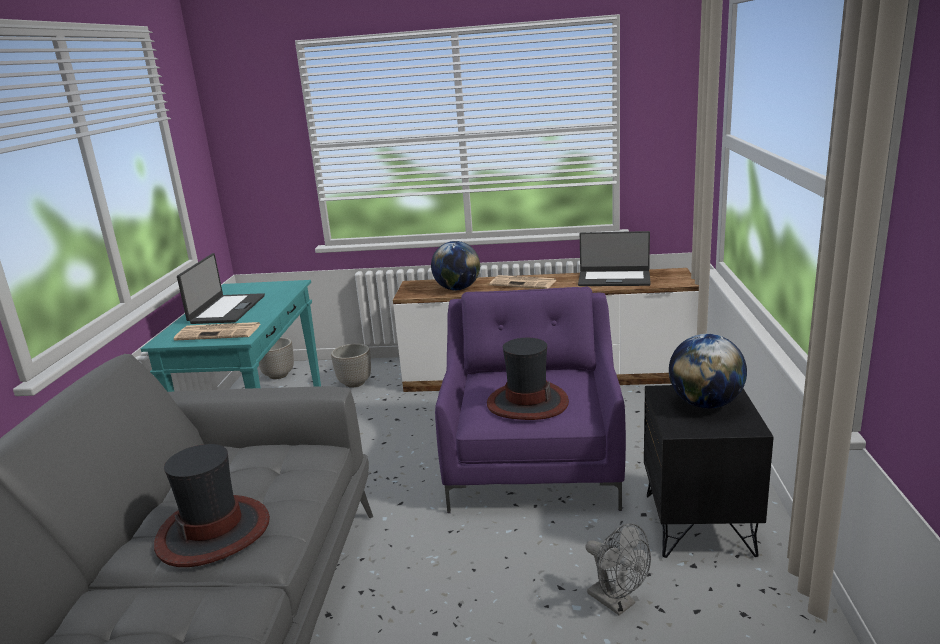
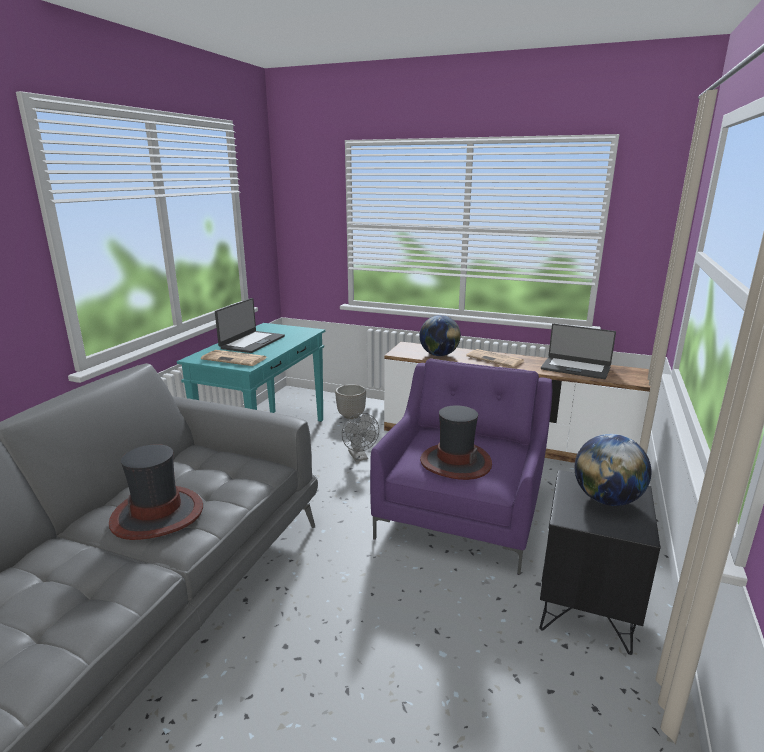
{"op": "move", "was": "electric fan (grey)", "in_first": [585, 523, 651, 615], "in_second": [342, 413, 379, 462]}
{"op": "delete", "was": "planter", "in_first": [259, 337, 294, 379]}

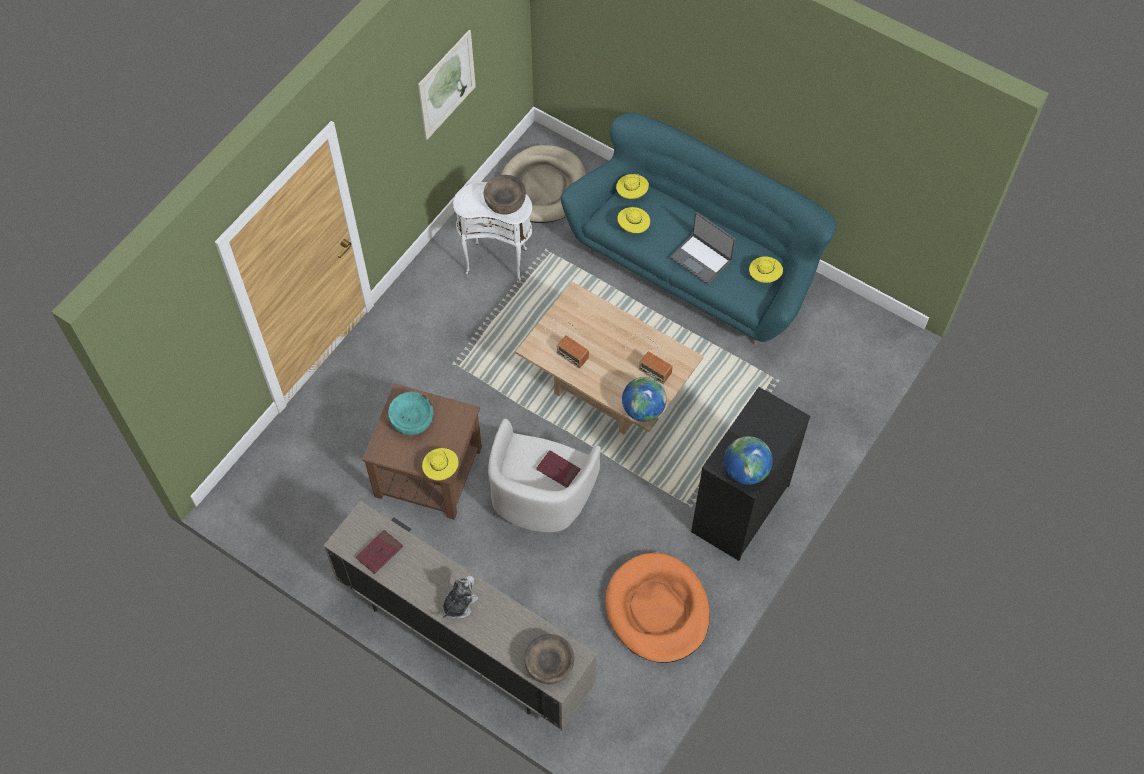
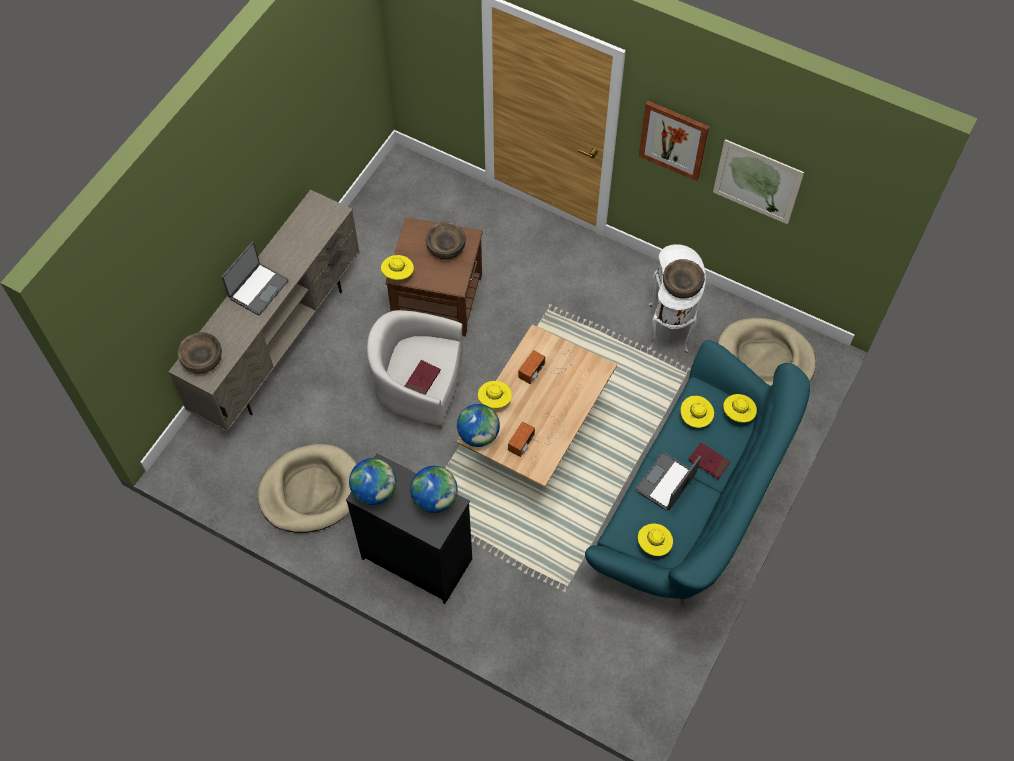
{"op": "replace", "was": "soft toy", "now": "portable computer", "in_first": [442, 575, 478, 619], "in_second": [222, 242, 289, 315]}
{"op": "recolor", "was": "dog cushion (orangey)", "now": "dog cushion (sand-coloured)", "in_first": [606, 553, 710, 663], "in_second": [258, 444, 357, 533]}
{"op": "insert", "now": "world globe", "in_second": [410, 466, 458, 513]}
{"op": "recolor", "was": "bowl (turquoise-coloured)", "now": "bowl (brown)", "in_first": [388, 392, 433, 435], "in_second": [426, 222, 466, 260]}
{"op": "insert", "now": "wearable hat (yellow)", "in_second": [478, 381, 512, 409]}
{"op": "insert", "now": "picture", "in_second": [639, 101, 710, 181]}
{"op": "move", "was": "book (red)", "in_first": [356, 530, 403, 574], "in_second": [688, 442, 731, 479]}

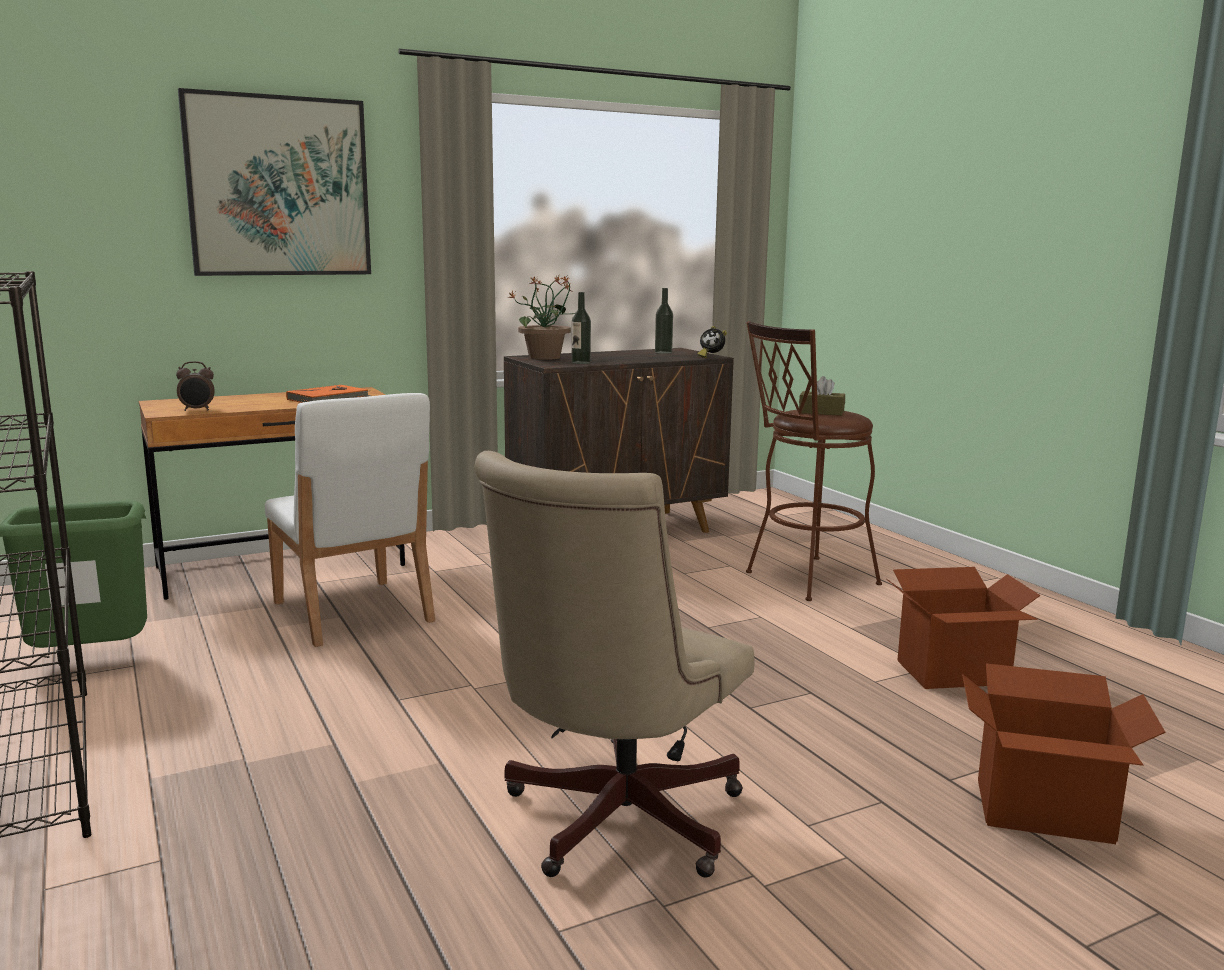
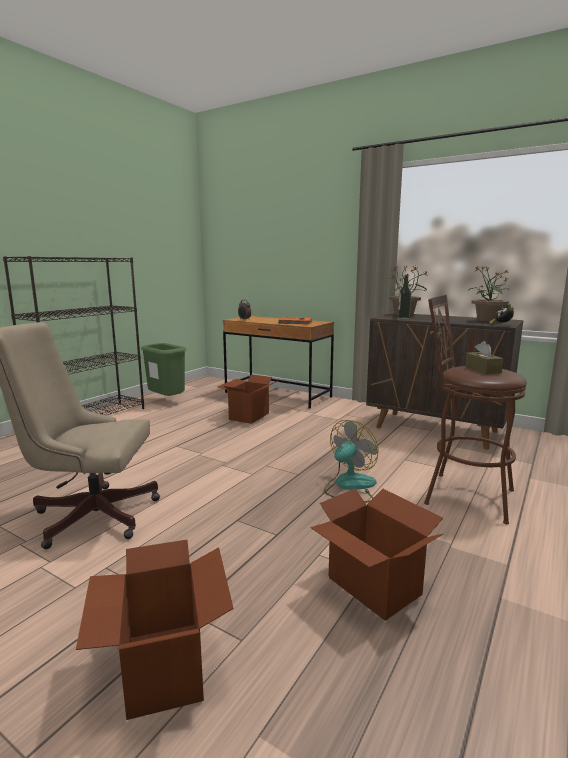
{"op": "replace", "was": "plain chair (whitish)", "now": "packing box", "in_first": [265, 393, 435, 647], "in_second": [217, 375, 278, 424]}
{"op": "insert", "now": "electric fan", "in_second": [324, 420, 378, 503]}
{"op": "replace", "was": "beverage bottle", "now": "houseplant", "in_first": [655, 288, 673, 354], "in_second": [469, 265, 509, 322]}
{"op": "delete", "was": "picture", "in_first": [178, 88, 371, 276]}

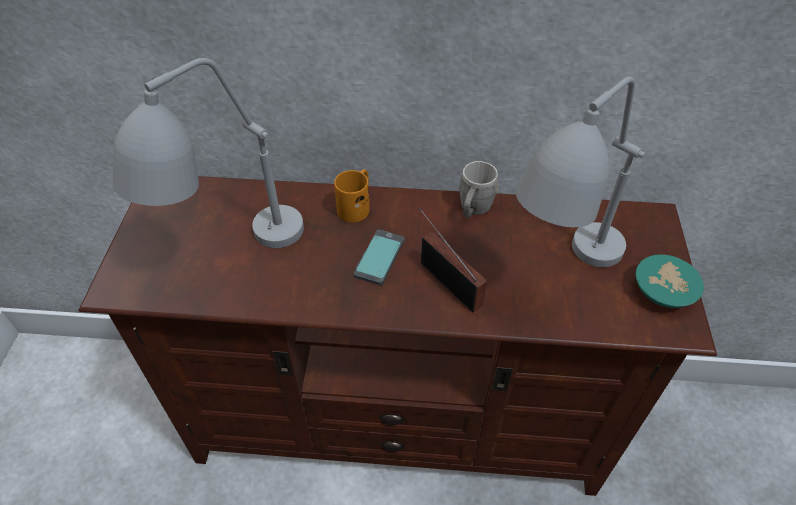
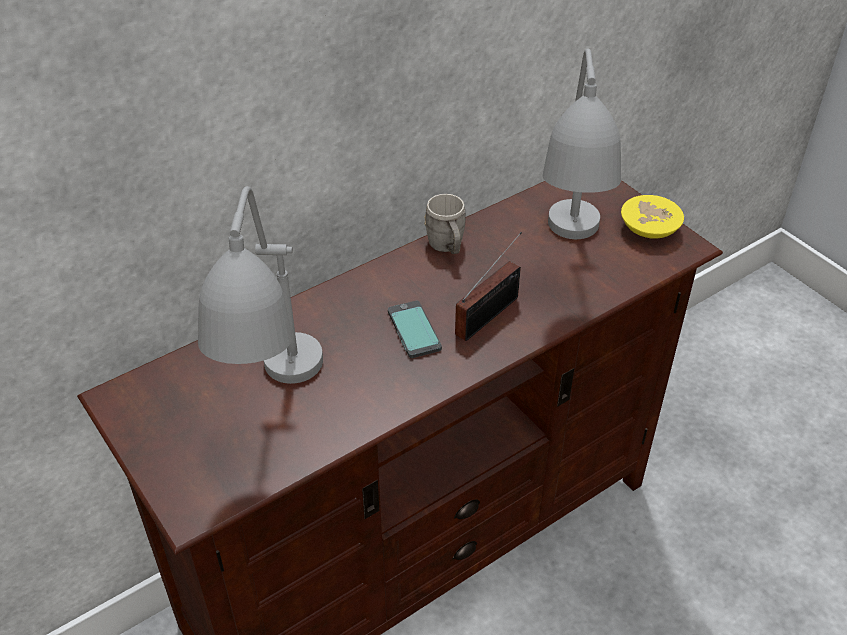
{"op": "rotate", "was": "radio", "in_first": [419, 208, 487, 312], "in_second": [455, 232, 522, 341], "clockwise": 120}
{"op": "recolor", "was": "bowl (turquoise-coloured)", "now": "bowl (yellow)", "in_first": [636, 254, 704, 308], "in_second": [621, 195, 684, 239]}
{"op": "delete", "was": "mug (orangey)", "in_first": [334, 169, 370, 223]}

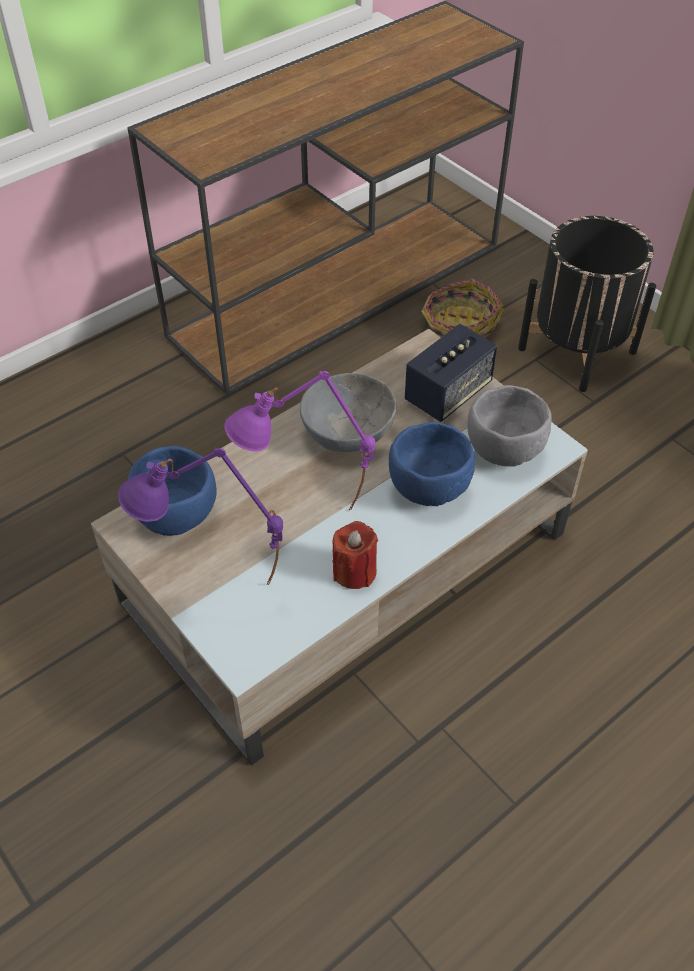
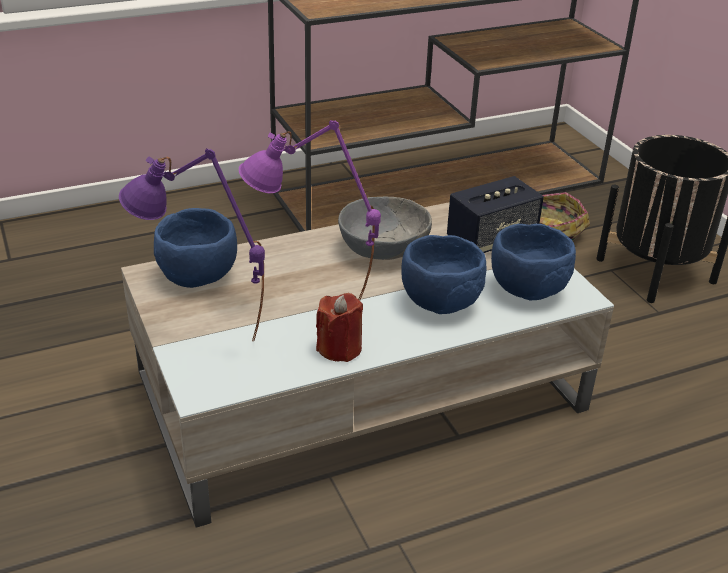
{"op": "recolor", "was": "bowl (grey)", "now": "bowl (bluish)", "in_first": [467, 385, 552, 467], "in_second": [491, 224, 576, 301]}

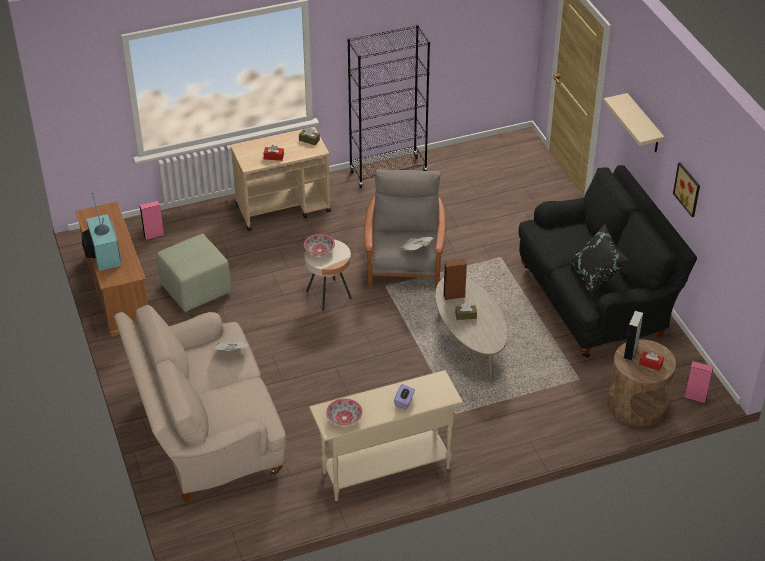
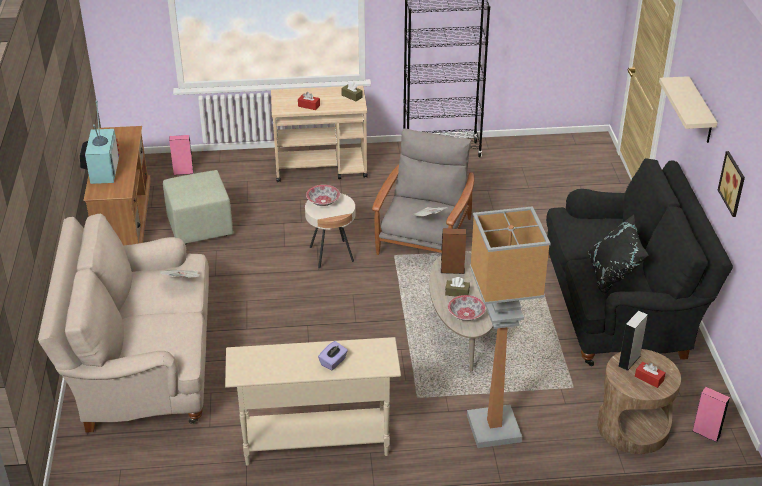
{"op": "move", "was": "bowl", "in_first": [326, 398, 363, 426], "in_second": [448, 295, 486, 321]}
{"op": "insert", "now": "floor lamp", "in_second": [467, 206, 551, 448]}

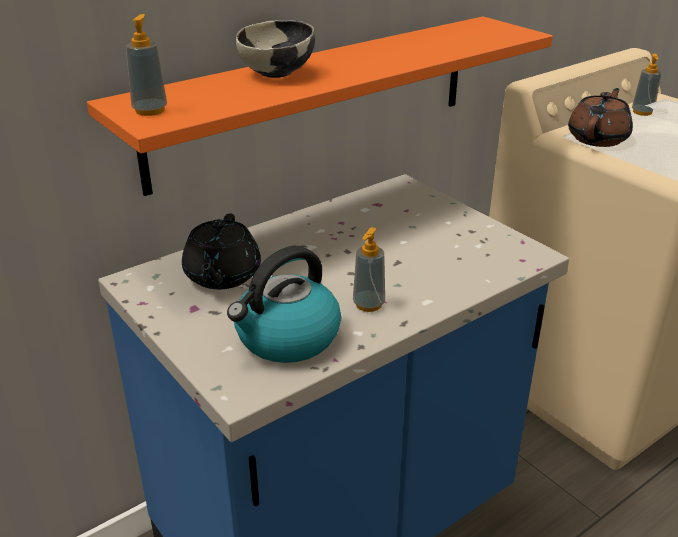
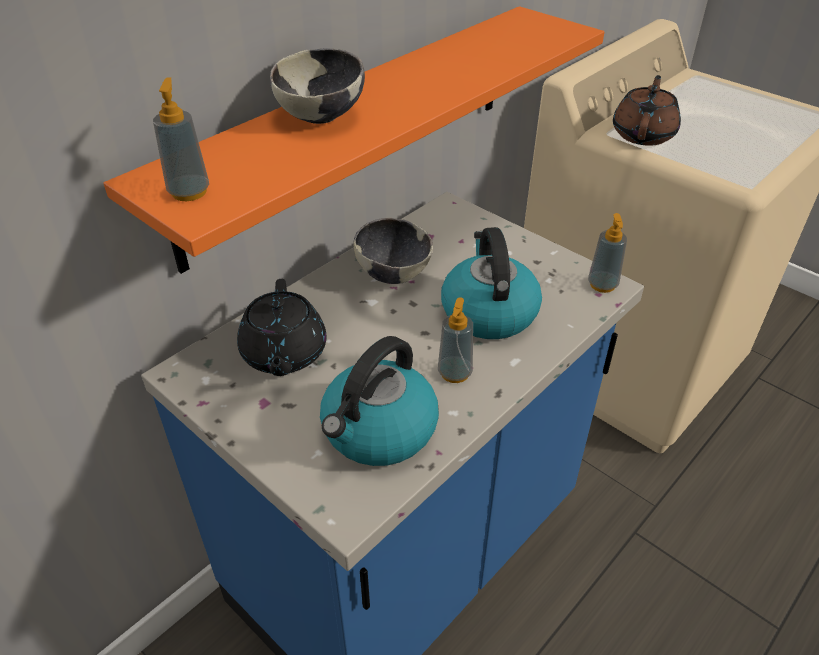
{"op": "insert", "now": "bowl", "in_second": [353, 218, 433, 284]}
{"op": "insert", "now": "tea kettle", "in_second": [441, 227, 542, 339]}
{"op": "move", "was": "liquid soap bottle", "in_first": [632, 54, 661, 116], "in_second": [588, 213, 627, 293]}

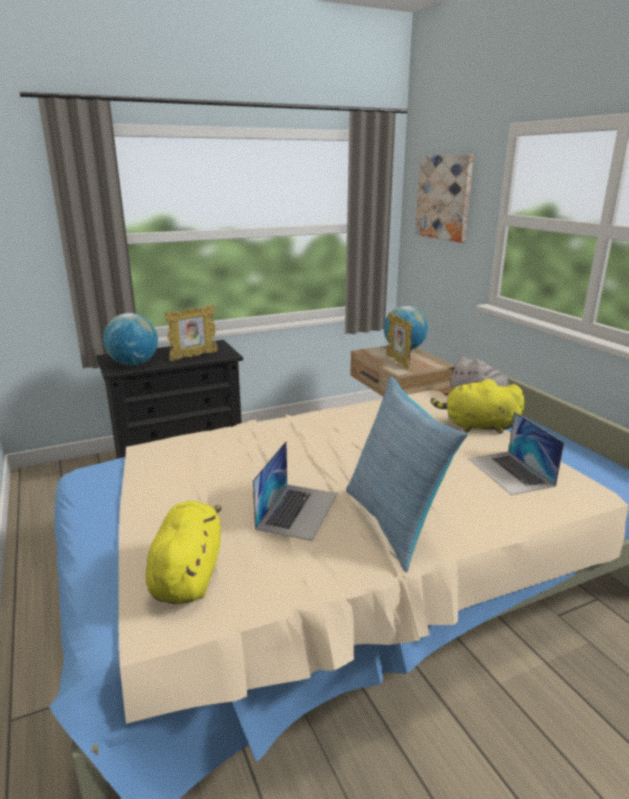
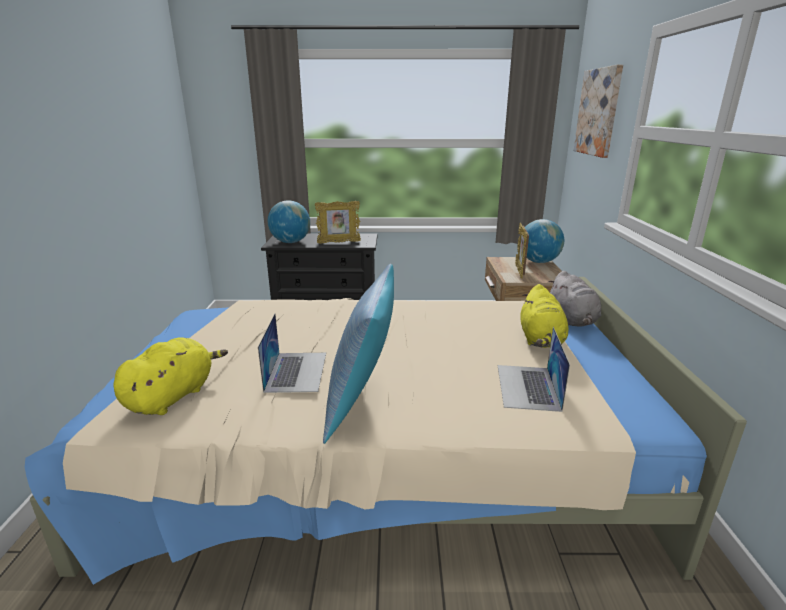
{"op": "rotate", "was": "portable computer", "in_first": [253, 441, 337, 541], "in_second": [258, 313, 326, 393], "clockwise": -45}
{"op": "rotate", "was": "soft toy (yellow)", "in_first": [431, 379, 525, 434], "in_second": [520, 284, 569, 348], "clockwise": -120}

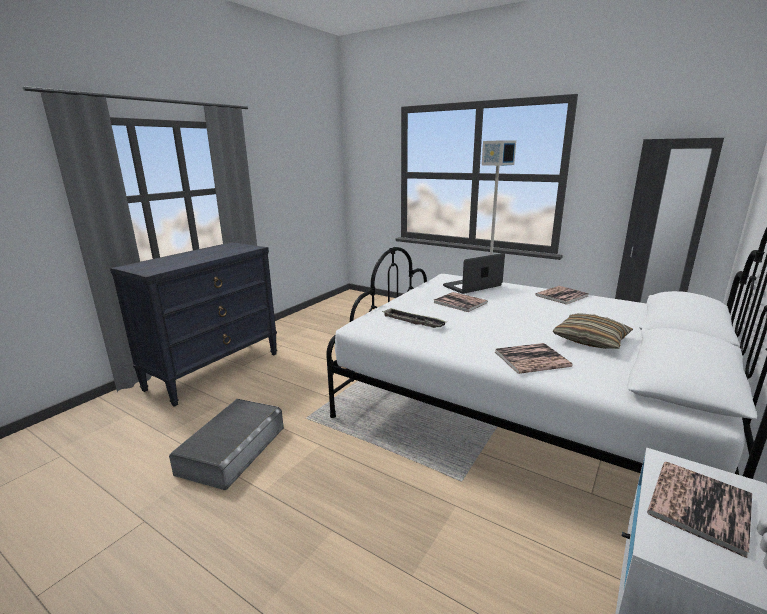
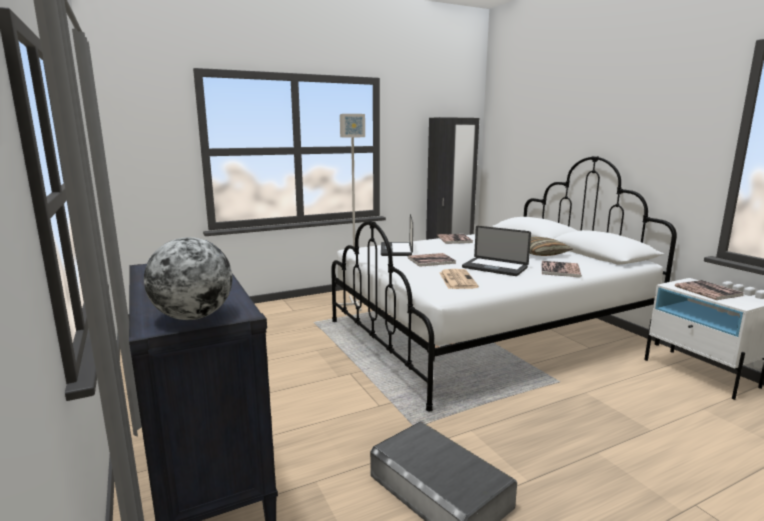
{"op": "insert", "now": "world globe", "in_second": [144, 237, 232, 320]}
{"op": "replace", "was": "carrying tray", "now": "printed paper", "in_first": [382, 308, 447, 328], "in_second": [439, 269, 479, 289]}
{"op": "insert", "now": "portable computer", "in_second": [462, 226, 531, 276]}

